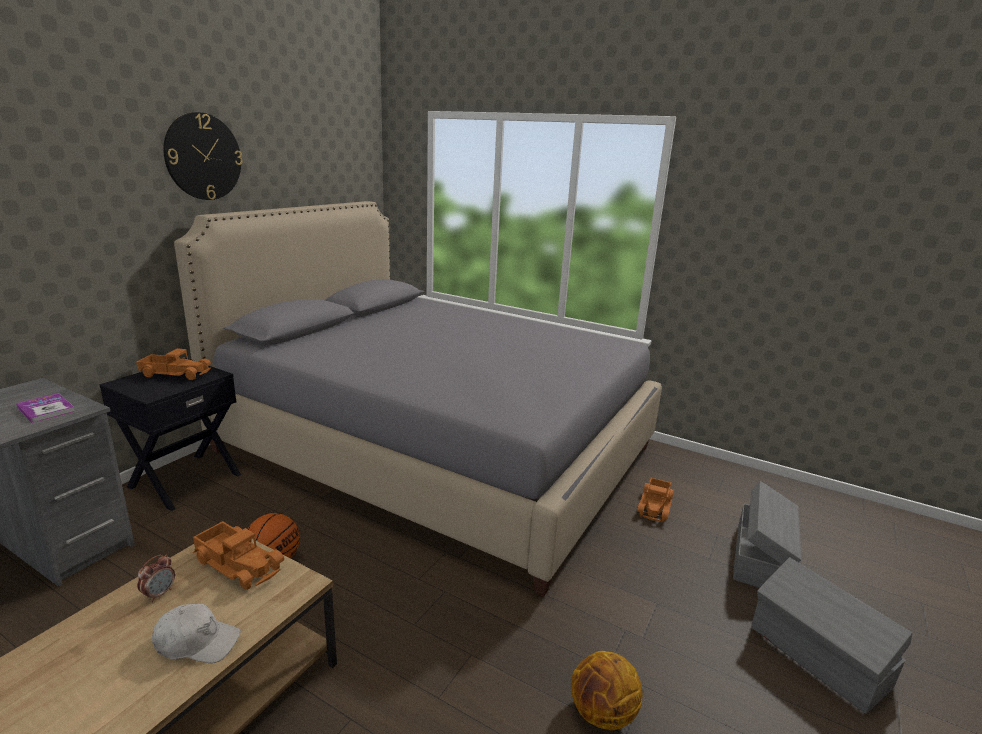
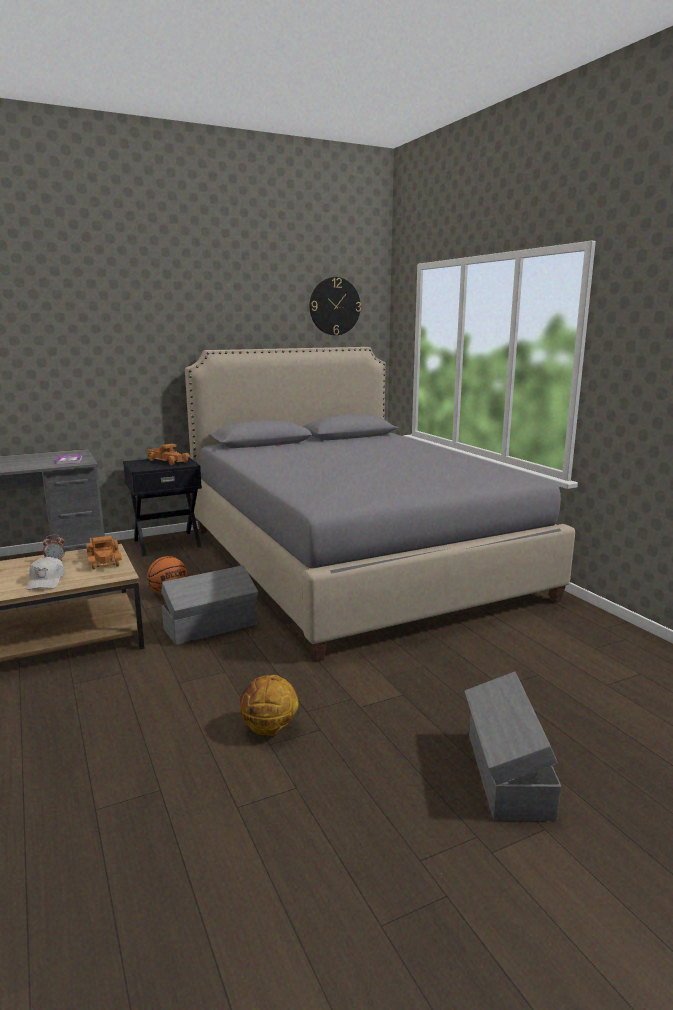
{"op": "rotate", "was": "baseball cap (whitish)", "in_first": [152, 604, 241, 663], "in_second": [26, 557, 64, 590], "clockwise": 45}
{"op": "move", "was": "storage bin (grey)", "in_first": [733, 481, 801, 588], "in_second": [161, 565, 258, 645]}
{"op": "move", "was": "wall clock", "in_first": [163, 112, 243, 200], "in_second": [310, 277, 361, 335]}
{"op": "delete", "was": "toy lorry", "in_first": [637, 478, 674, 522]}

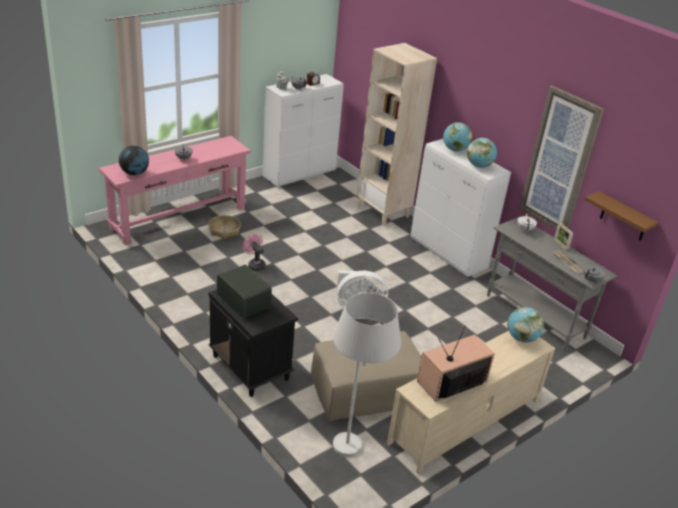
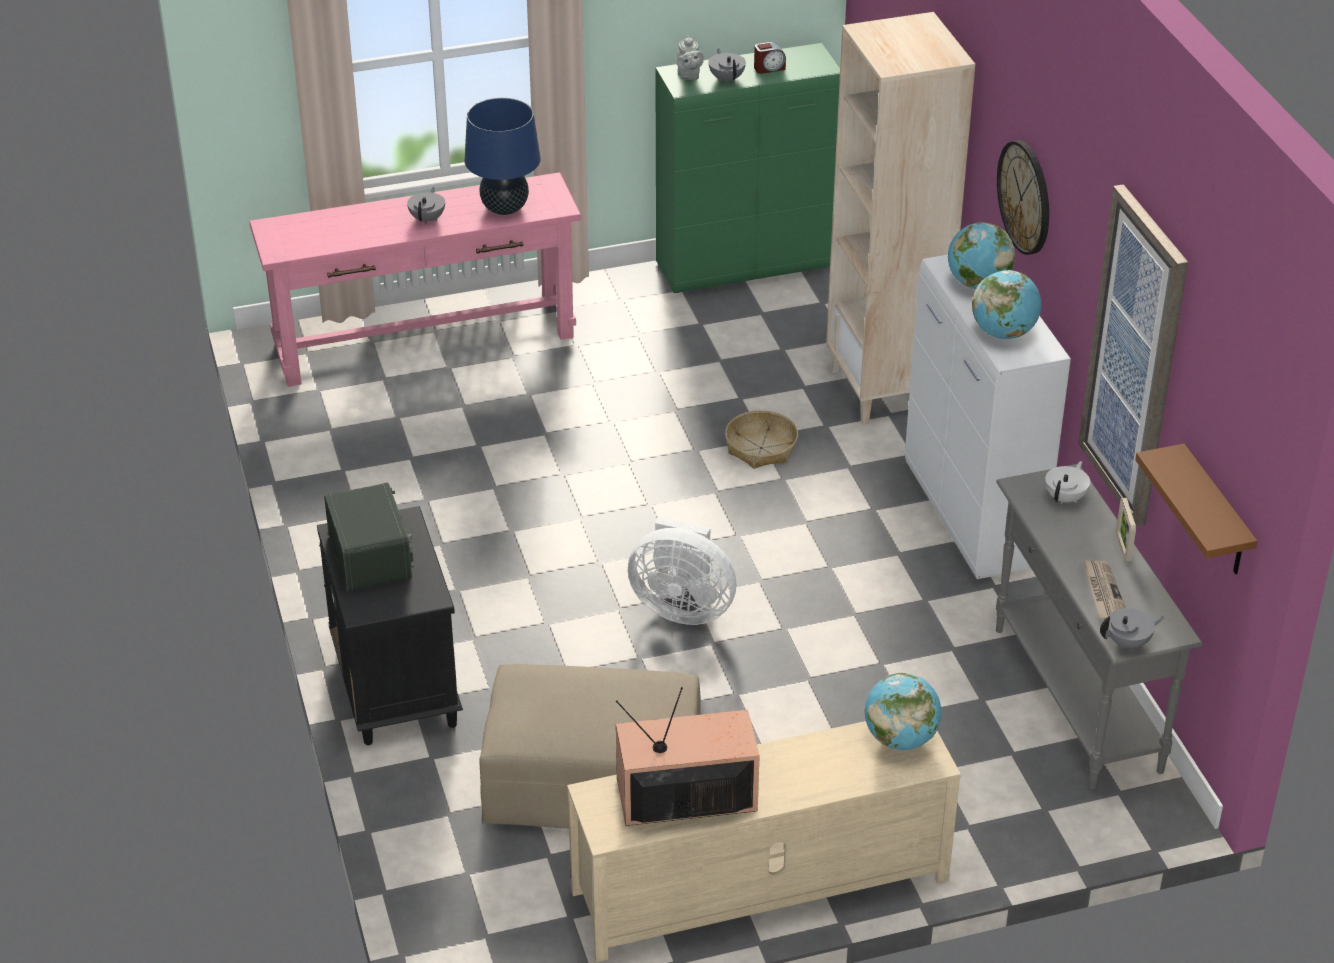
{"op": "insert", "now": "lamp for a table (bluish)", "in_second": [464, 98, 541, 215]}
{"op": "recolor", "was": "cabinet (whitish)", "now": "cabinet (green)", "in_first": [262, 74, 344, 187], "in_second": [655, 43, 840, 293]}
{"op": "move", "was": "storage basket", "in_first": [208, 215, 241, 239], "in_second": [725, 410, 798, 468]}
{"op": "insert", "now": "wall clock", "in_second": [997, 140, 1049, 255]}
{"op": "delete", "was": "world globe", "in_first": [119, 146, 149, 175]}
{"op": "delete", "was": "electric fan (pinkish)", "in_first": [243, 234, 266, 271]}
{"op": "delete", "was": "floor lamp (whitish)", "in_first": [333, 293, 401, 457]}

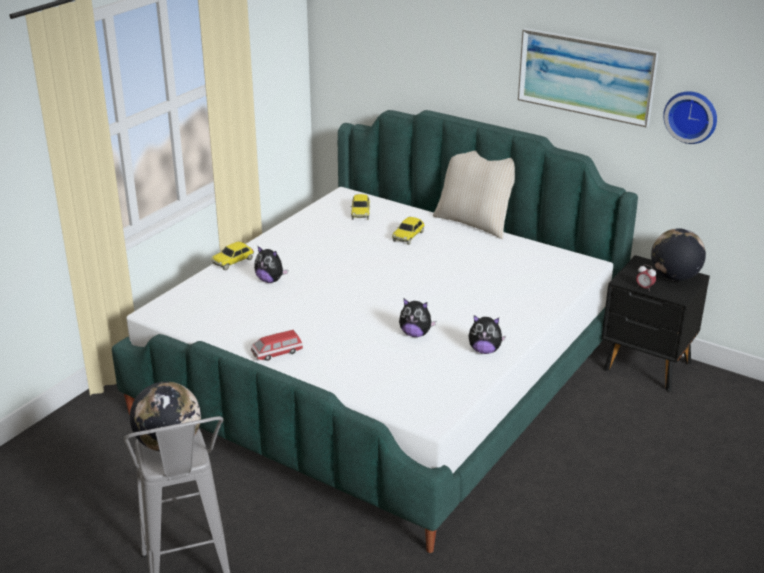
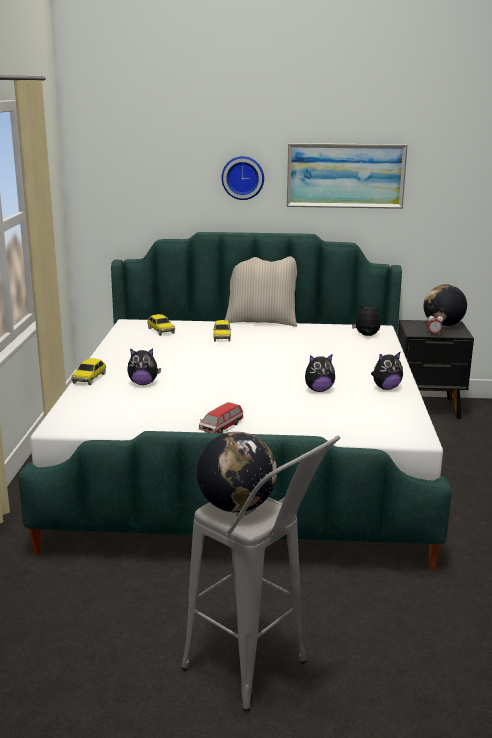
{"op": "move", "was": "wall clock", "in_first": [663, 91, 717, 144], "in_second": [222, 156, 264, 200]}
{"op": "insert", "now": "soft toy", "in_second": [352, 304, 381, 336]}

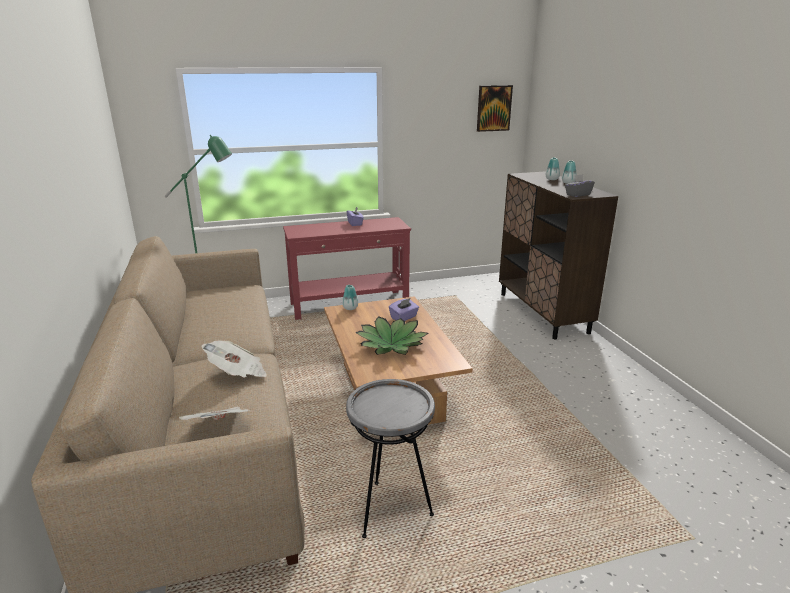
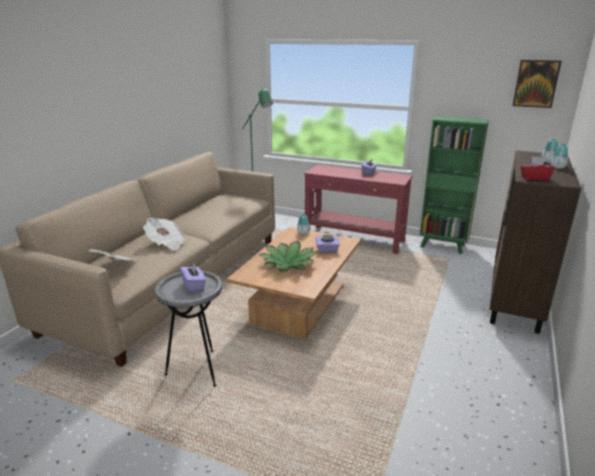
{"op": "insert", "now": "tissue box (purplish)", "in_second": [180, 263, 206, 293]}
{"op": "insert", "now": "shelving unit (green)", "in_second": [420, 116, 489, 254]}
{"op": "recolor", "was": "tissue box (grey)", "now": "tissue box (red)", "in_first": [565, 174, 595, 197], "in_second": [521, 157, 555, 181]}

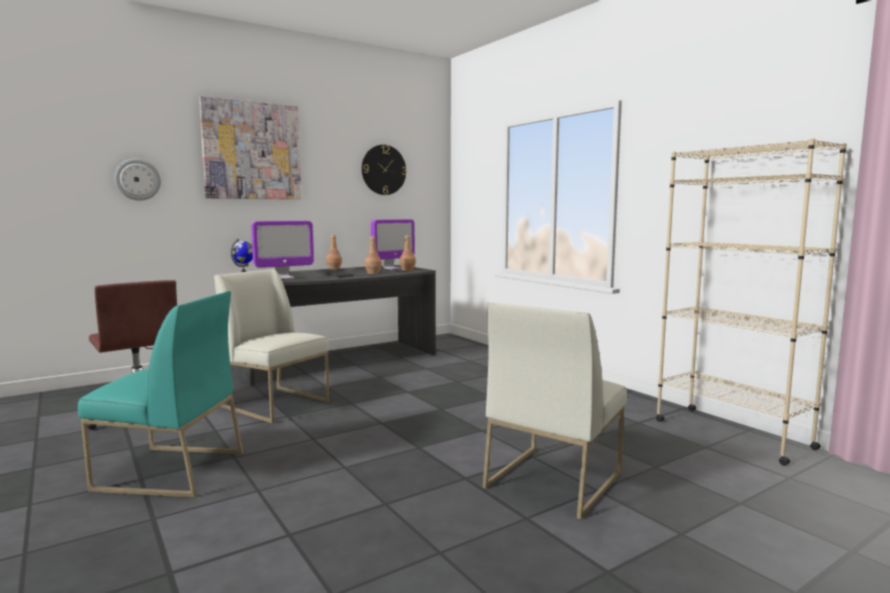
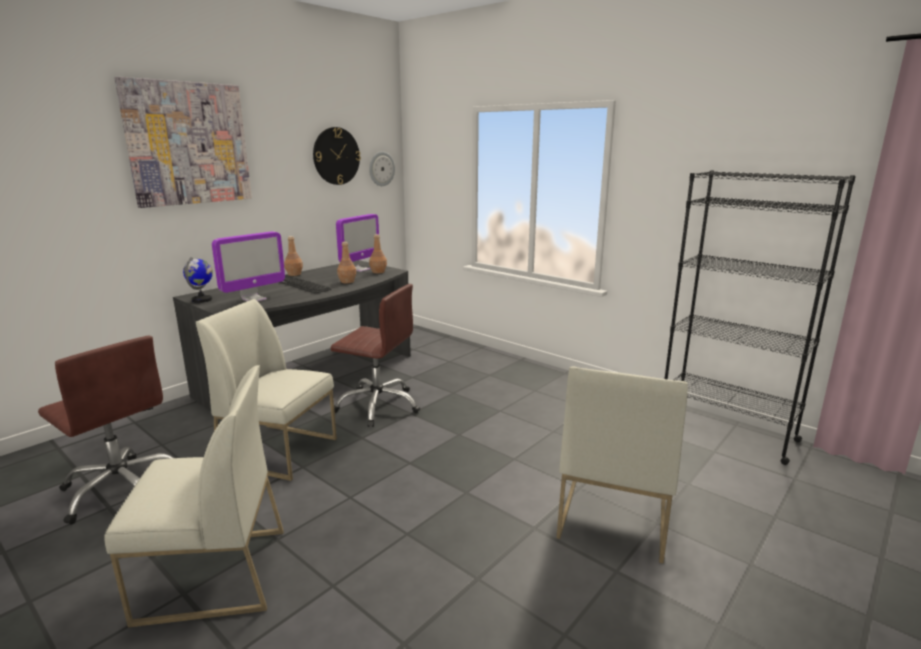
{"op": "recolor", "was": "plain chair (turquoise-coloured)", "now": "plain chair (whitish)", "in_first": [78, 291, 243, 498], "in_second": [104, 365, 284, 628]}
{"op": "insert", "now": "computer chair (brown)", "in_second": [330, 284, 420, 427]}
{"op": "move", "was": "wall clock", "in_first": [115, 159, 161, 201], "in_second": [369, 151, 395, 186]}
{"op": "recolor", "was": "shelving unit (sand-coloured)", "now": "shelving unit (black)", "in_first": [656, 138, 847, 466], "in_second": [665, 170, 856, 465]}

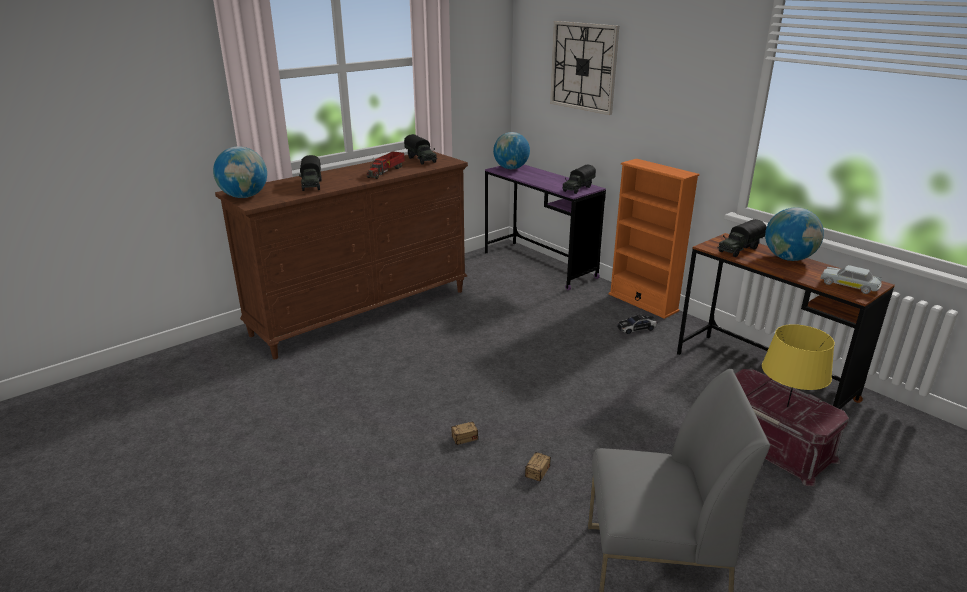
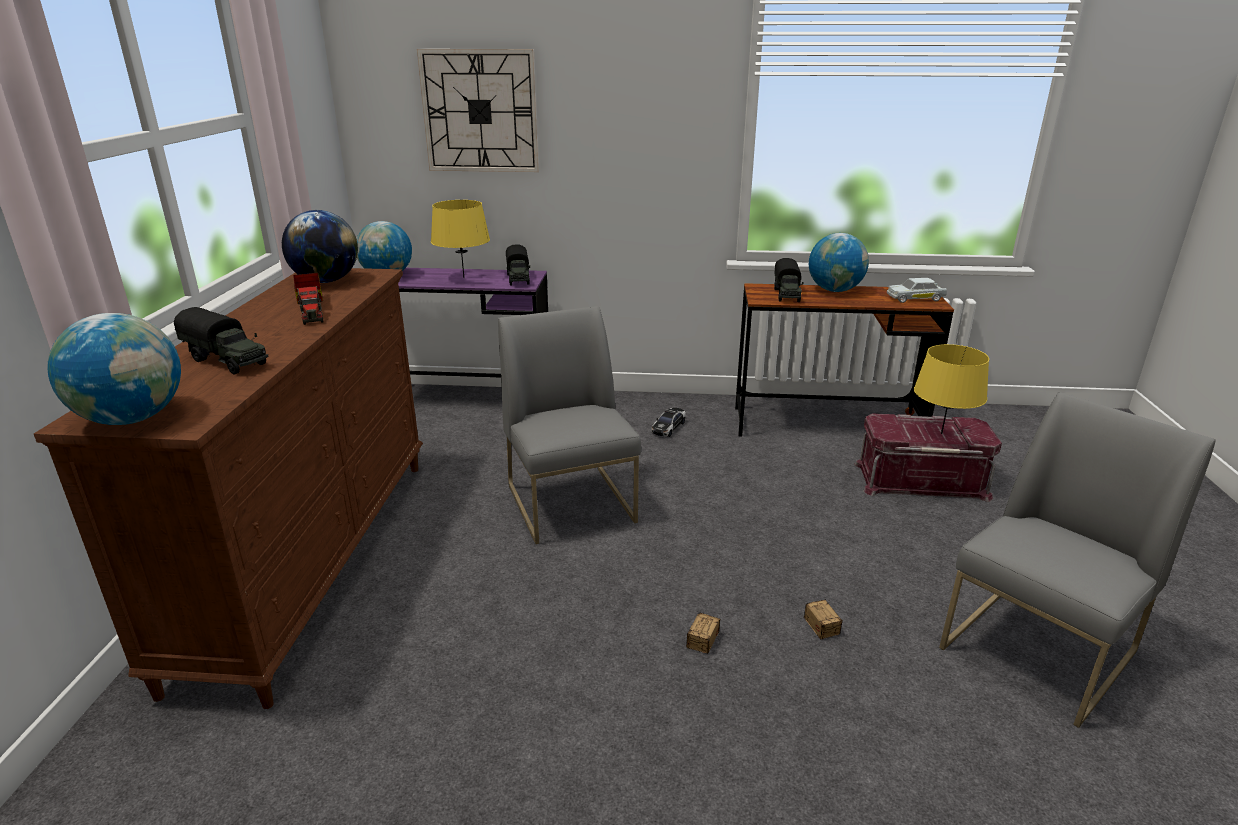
{"op": "replace", "was": "toy lorry", "now": "world globe", "in_first": [404, 134, 437, 165], "in_second": [282, 210, 358, 283]}
{"op": "insert", "now": "lamp for a table (yellow)", "in_second": [431, 200, 490, 278]}
{"op": "insert", "now": "plain chair (grey)", "in_second": [498, 306, 641, 544]}
{"op": "delete", "was": "shelving unit (orangey)", "in_first": [609, 159, 699, 319]}

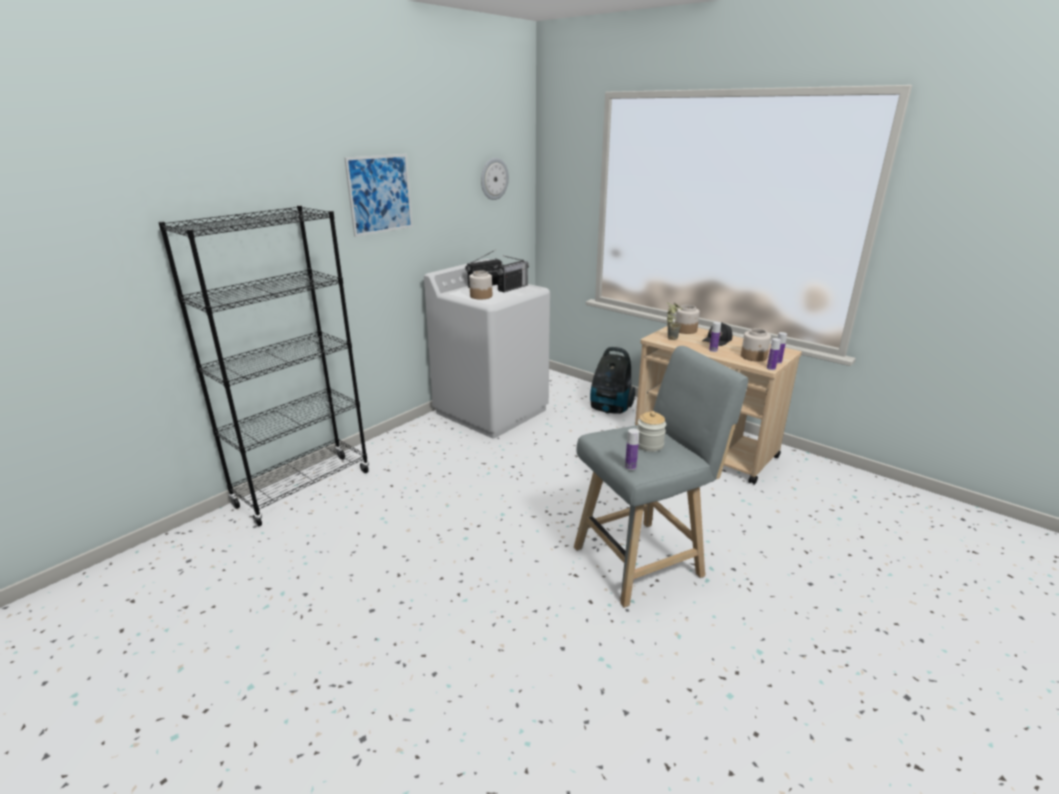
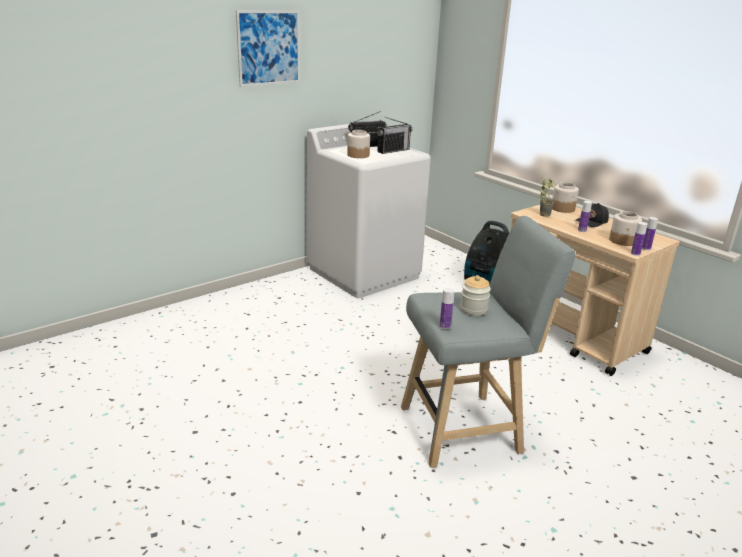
{"op": "delete", "was": "shelving unit (black)", "in_first": [158, 205, 369, 527]}
{"op": "delete", "was": "wall clock", "in_first": [481, 158, 509, 200]}

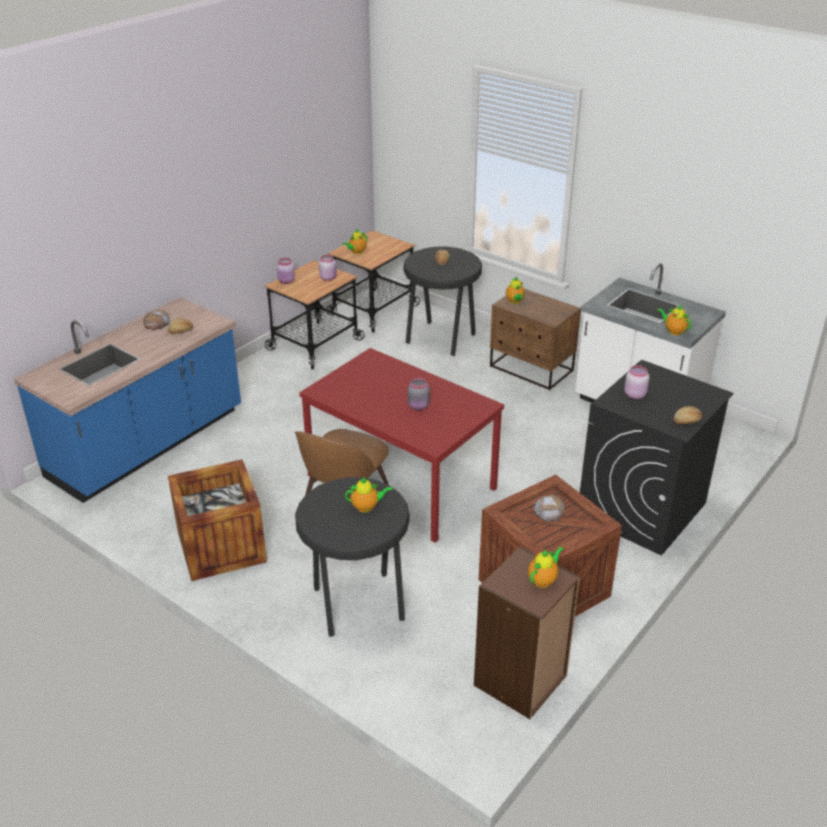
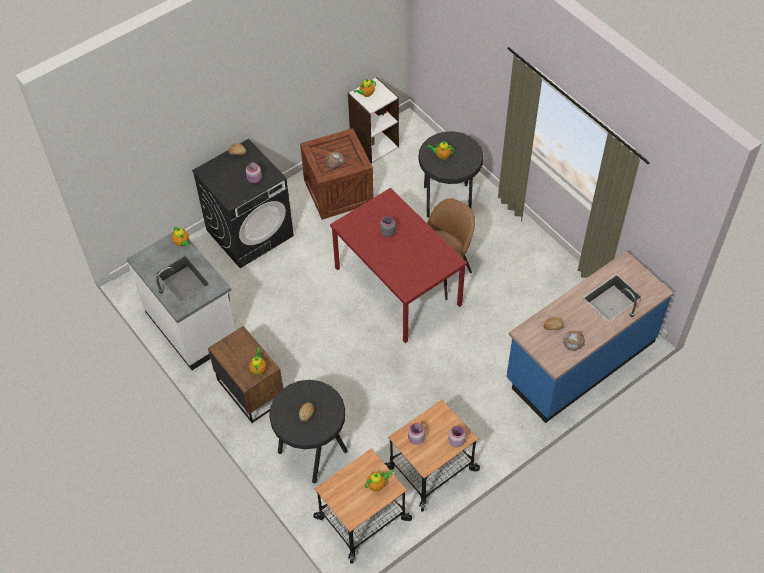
{"op": "recolor", "was": "shelving unit (brown)", "now": "shelving unit (whitish)", "in_first": [474, 546, 580, 719], "in_second": [348, 77, 399, 164]}
{"op": "delete", "was": "packing crate", "in_first": [168, 459, 267, 581]}

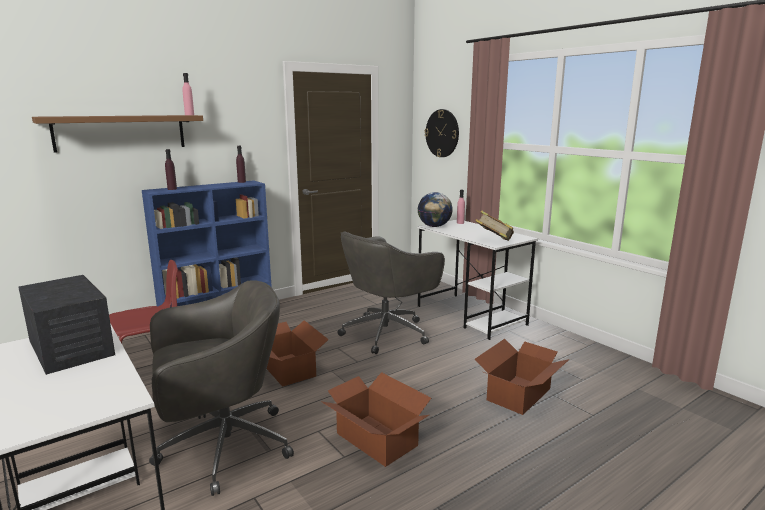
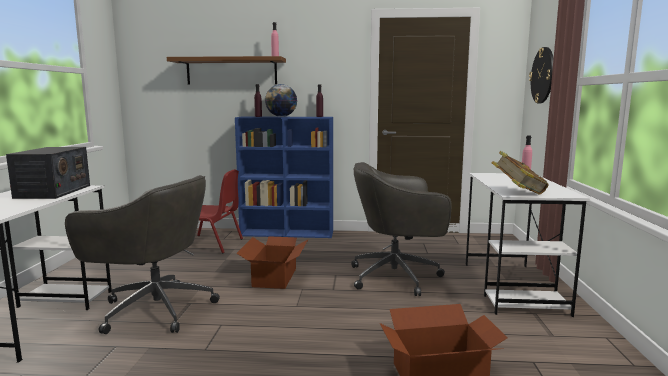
{"op": "move", "was": "world globe", "in_first": [418, 192, 453, 227], "in_second": [265, 84, 297, 117]}
{"op": "delete", "was": "packing box", "in_first": [321, 372, 431, 467]}

